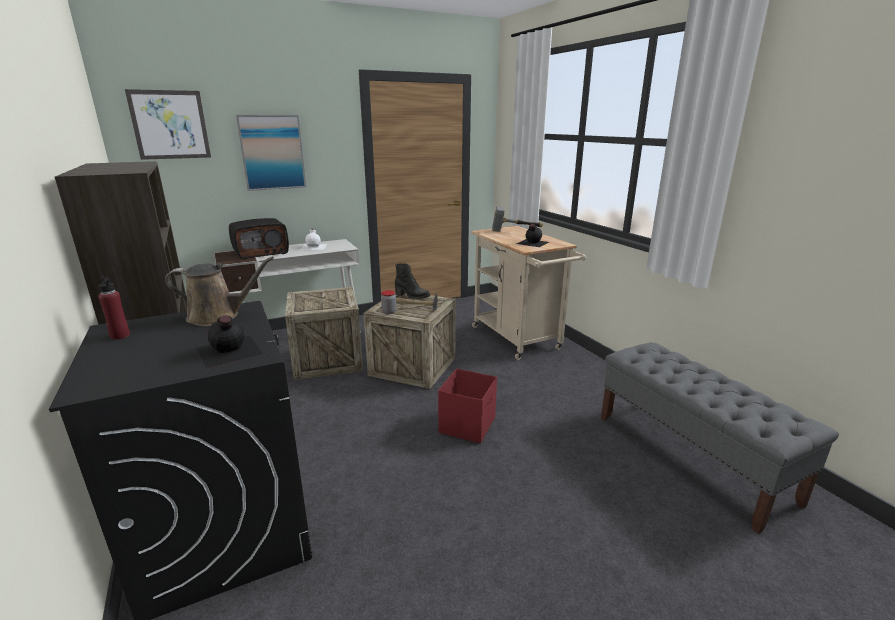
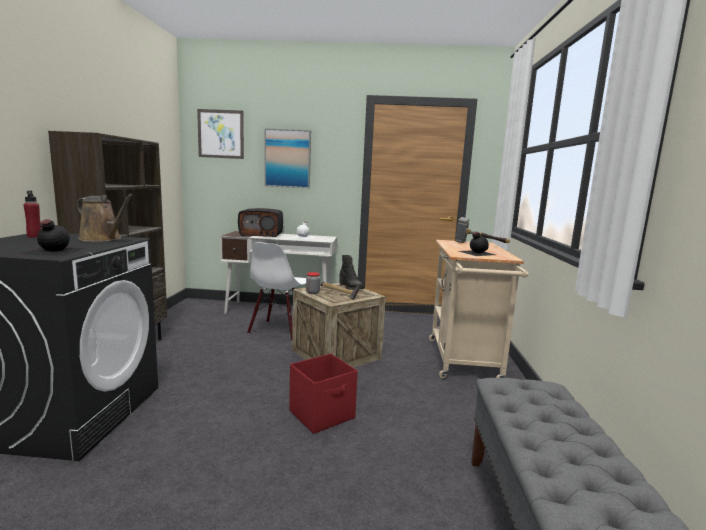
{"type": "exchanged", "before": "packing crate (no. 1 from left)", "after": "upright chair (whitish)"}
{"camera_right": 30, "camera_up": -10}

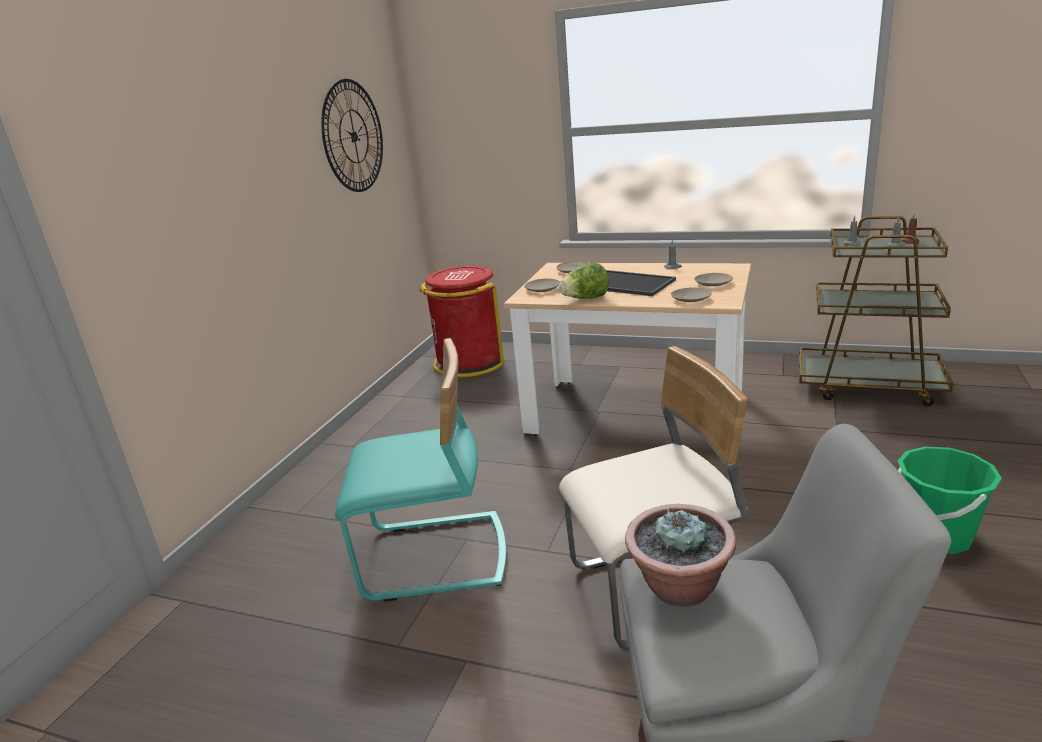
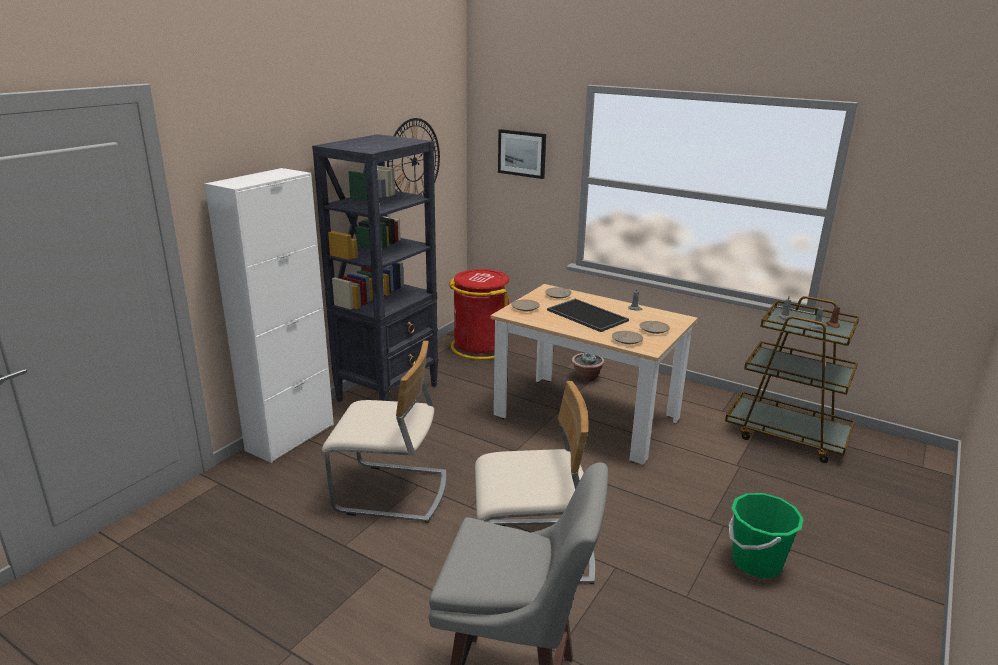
{"type": "appeared", "after": "cupboard (whitish)"}
{"type": "appeared", "after": "bookshelf (black)"}
{"type": "colour", "before": "upright chair (turquoise)", "after": "upright chair (beige-coloured) (no. 1 from left)"}
{"type": "appeared", "after": "wall art"}
{"type": "relocated", "before": "potted plant"}
{"type": "missing", "before": "lettuce"}
{"camera_right": 10, "camera_up": 0}

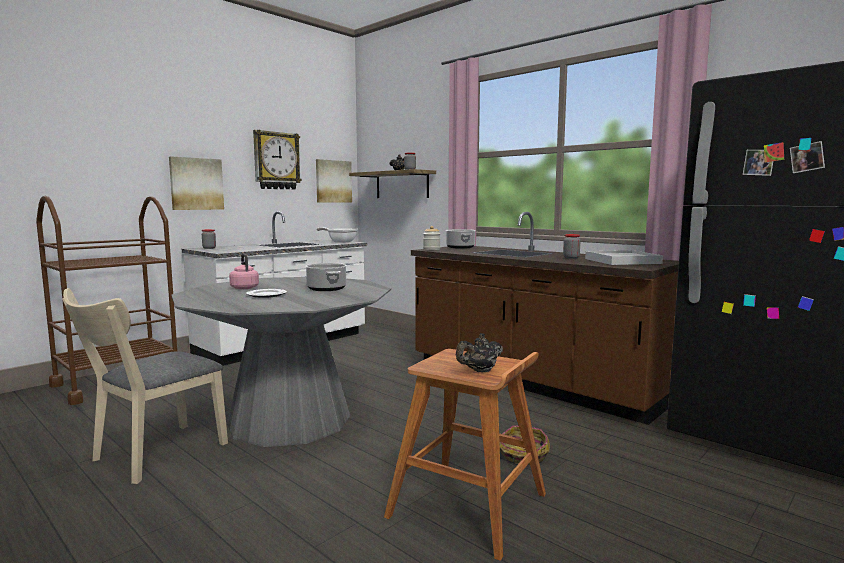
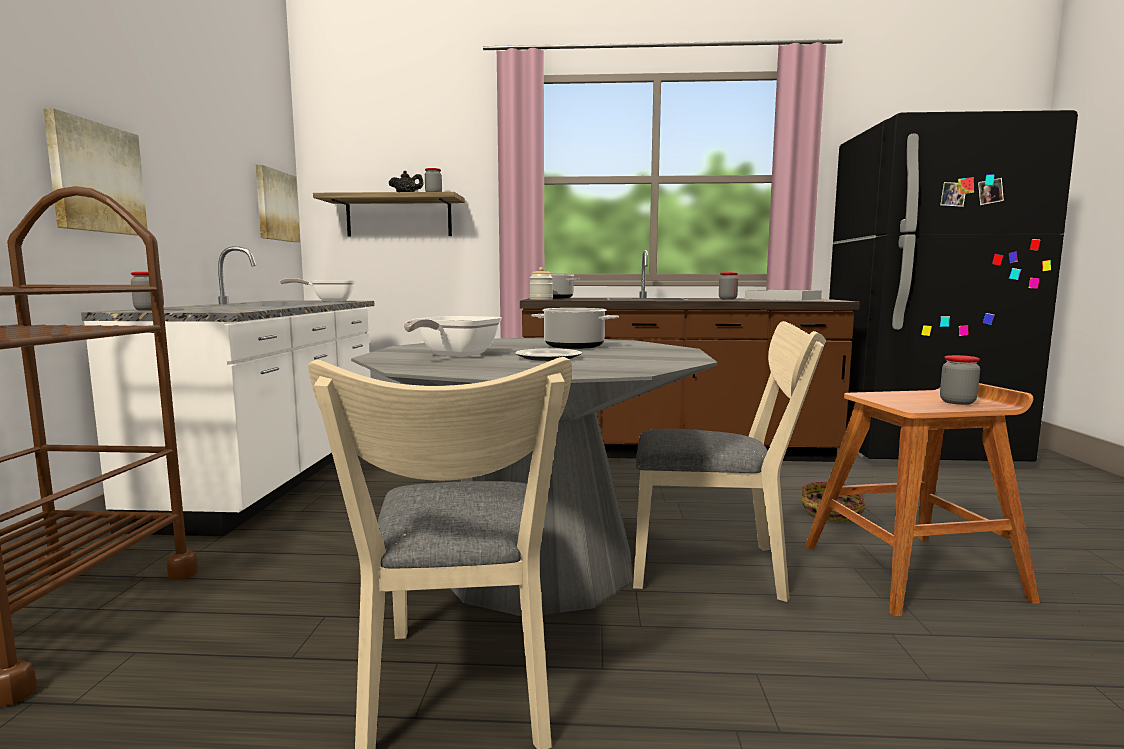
{"type": "exchanged", "before": "tea kettle (pinkish)", "after": "pan (no. 2 from left)"}
{"type": "appeared", "after": "upright chair (beige-coloured) (no. 2 from left)"}
{"type": "exchanged", "before": "tea pot (black) (no. 2 from left)", "after": "preserve jar (no. 5 from left)"}
{"type": "missing", "before": "wall clock"}
{"camera_right": -40, "camera_up": 0}

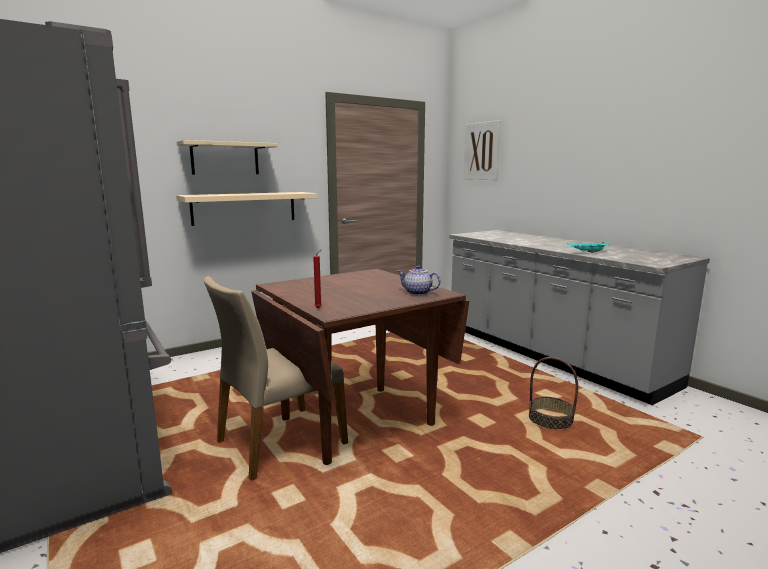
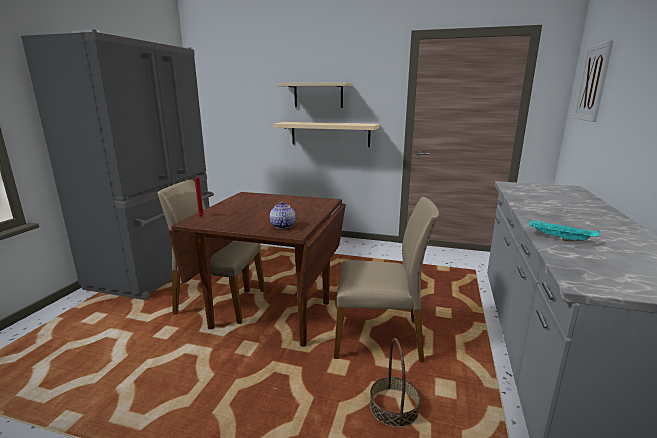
{"type": "appeared", "after": "upright chair (beige-coloured) (no. 2 from left)"}
{"camera_right": 50, "camera_up": 5}

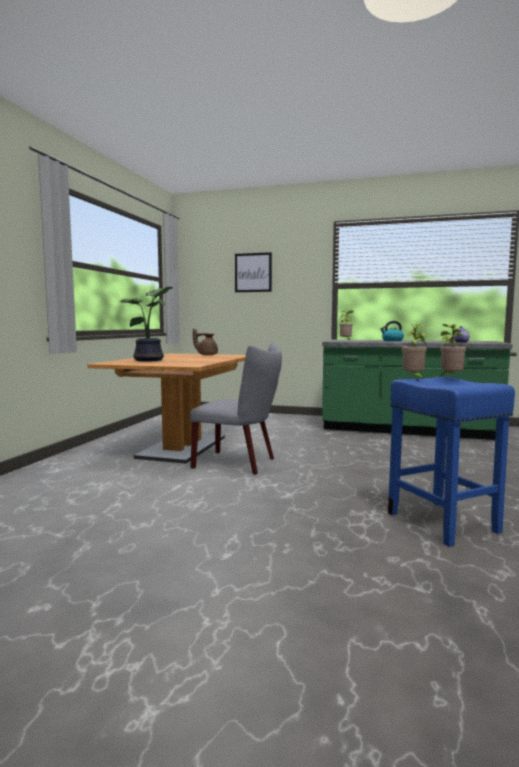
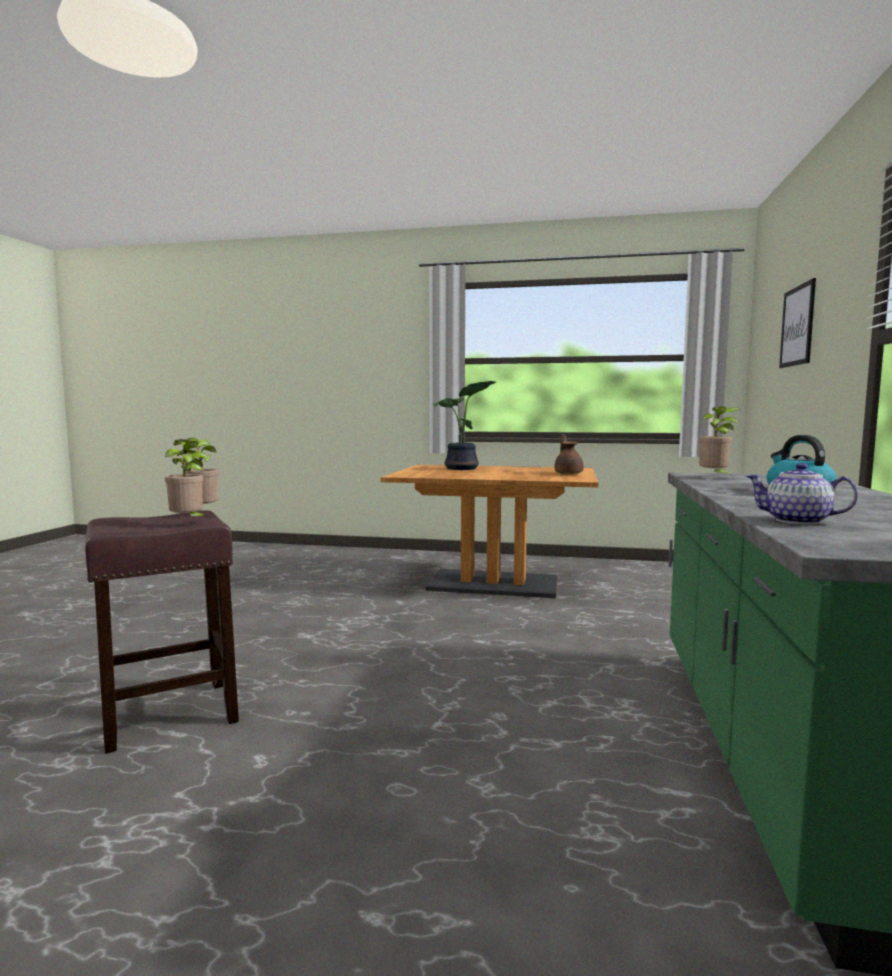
{"type": "colour", "before": "stool seat (blue-coloured)", "after": "stool seat (brown)"}
{"type": "missing", "before": "upright chair (grey)"}
{"camera_right": 85, "camera_up": 0}

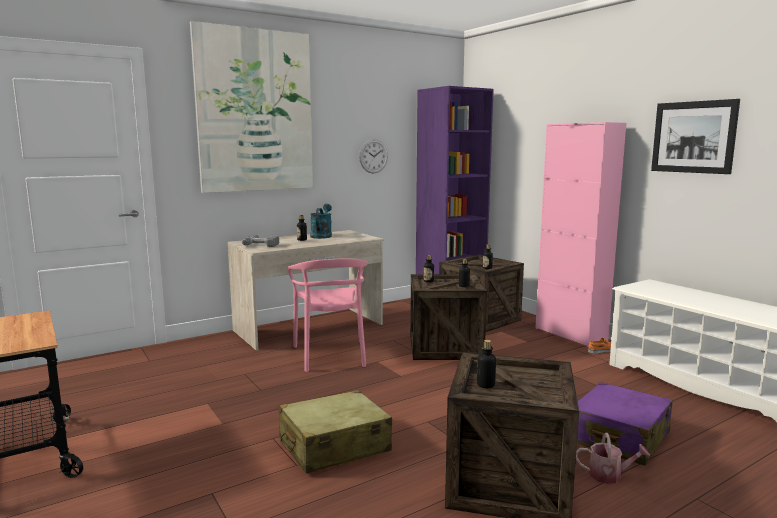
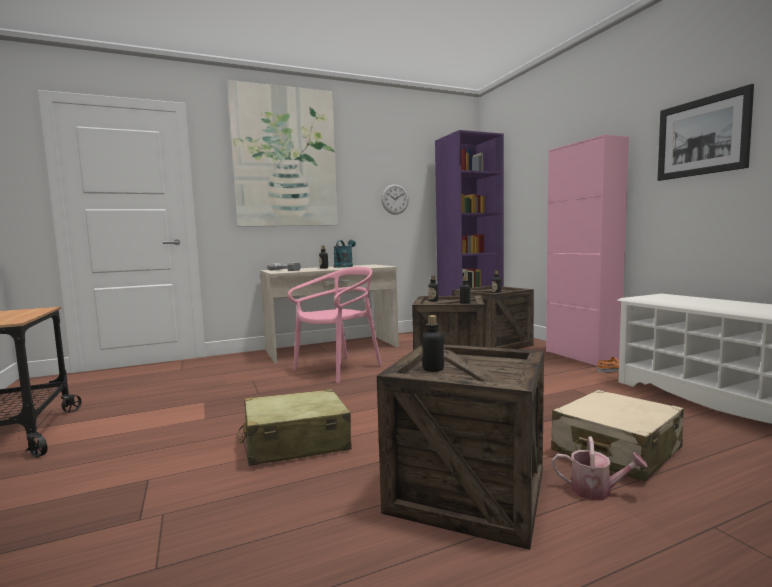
{"type": "spun", "before": "upright chair (pinkish)", "turn": -135}
{"type": "colour", "before": "travel case (purplish)", "after": "travel case (beige-coloured) (no. 2 from left)"}
{"camera_right": 10, "camera_up": -5}

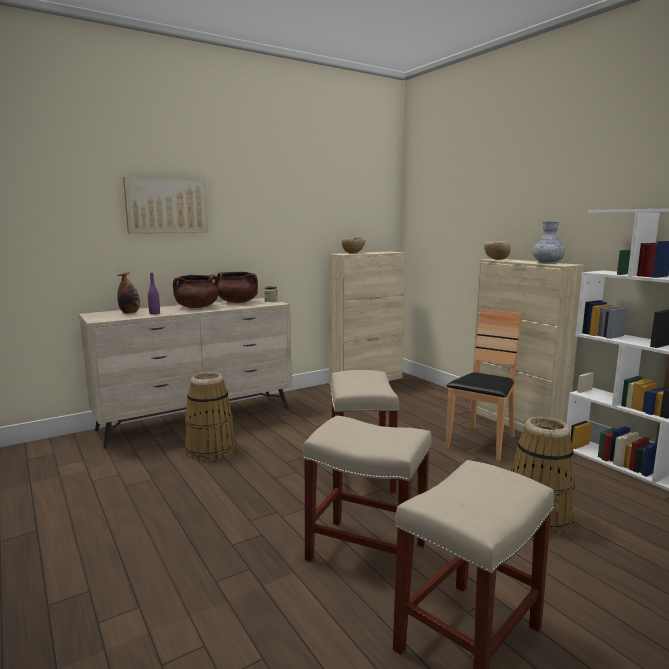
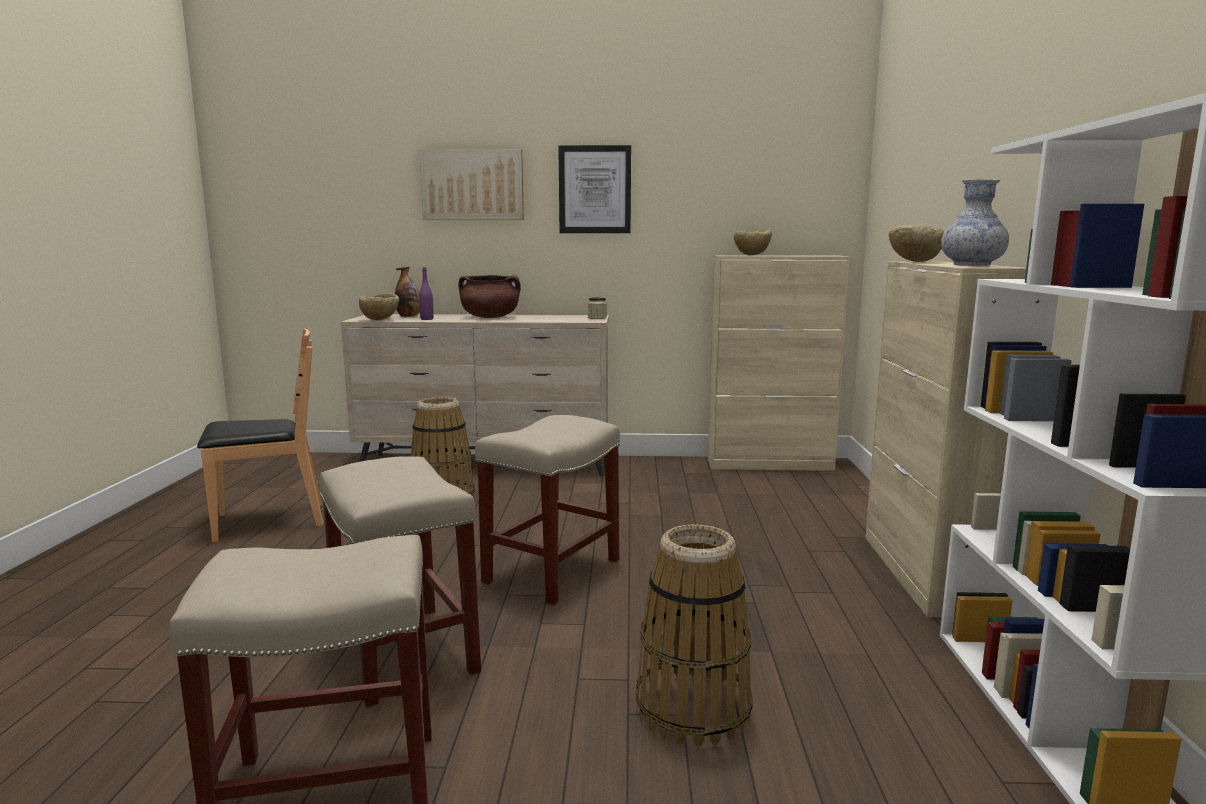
{"type": "relocated", "before": "upright chair (brown)"}
{"type": "appeared", "after": "serving bowl (beige-coloured) (no. 1 from left)"}
{"type": "appeared", "after": "wall art (no. 2 from left)"}
{"type": "missing", "before": "saucepot (brown) (no. 2 from left)"}
{"camera_right": 35, "camera_up": 0}

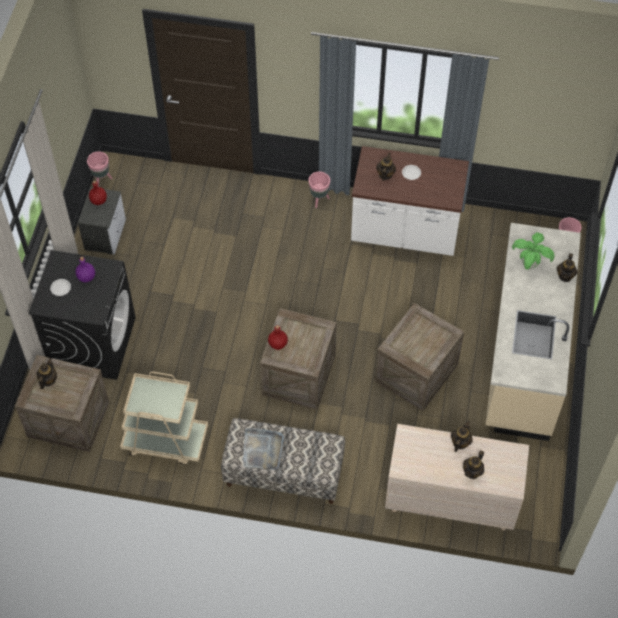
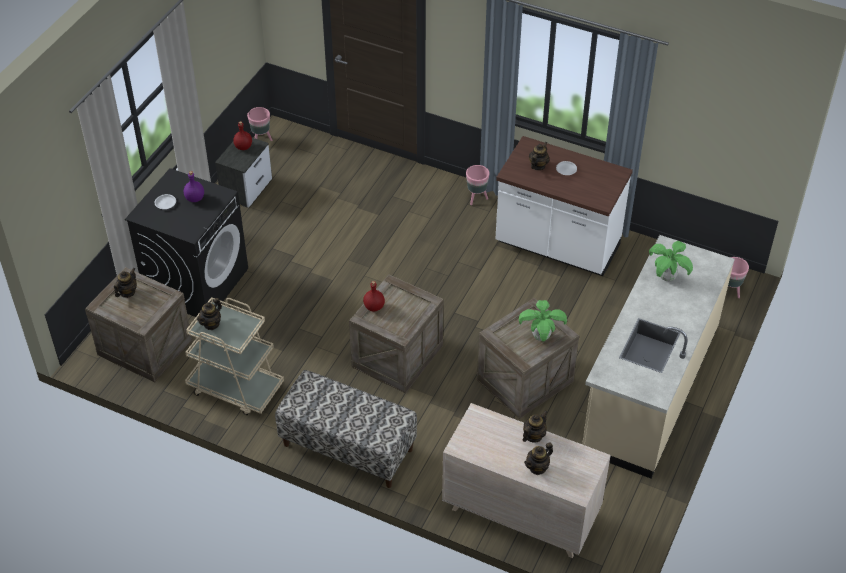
{"type": "relocated", "before": "tea pot (no. 5 from left in the first image)", "after": "tea pot (no. 2 from left)"}
{"type": "appeared", "after": "potted plant (no. 1 from left)"}
{"type": "missing", "before": "tray (grey)"}
{"camera_right": 15, "camera_up": -10}

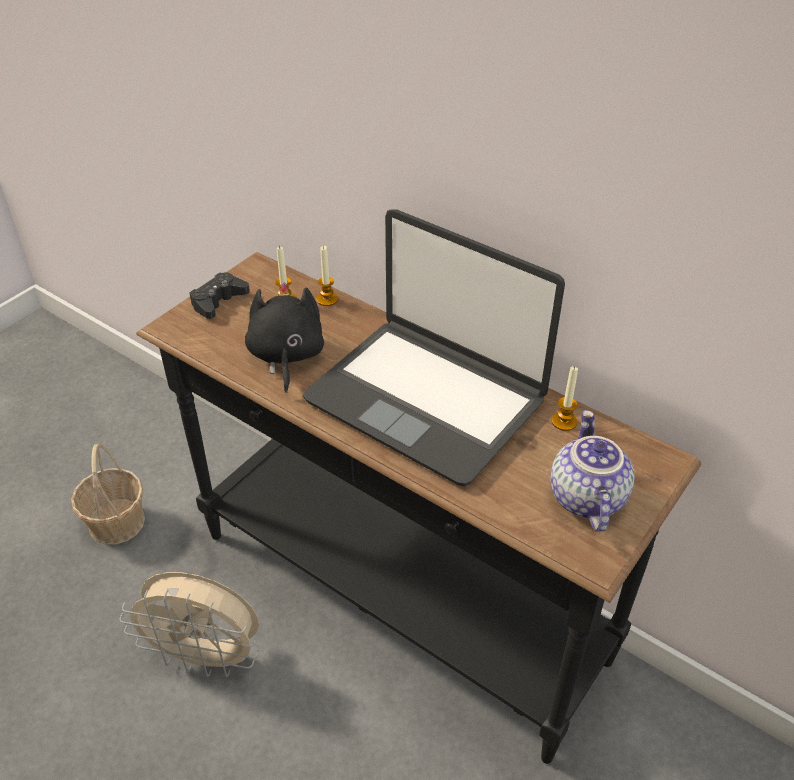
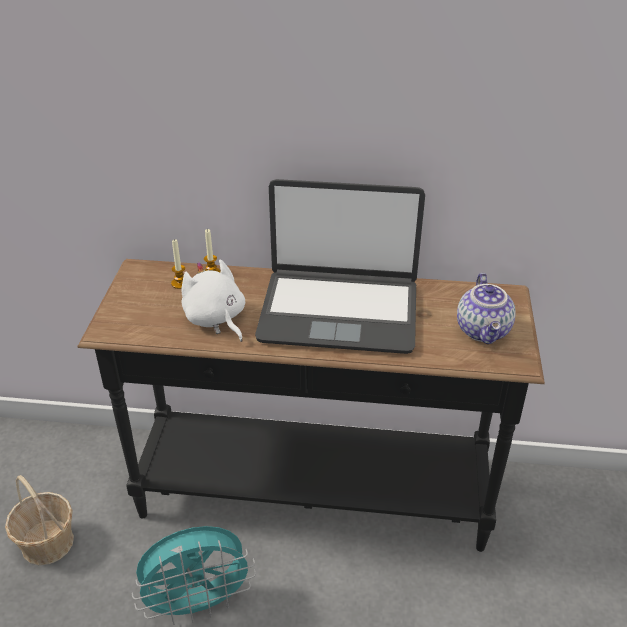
{"type": "colour", "before": "fan (beige-coloured)", "after": "fan (turquoise)"}
{"type": "colour", "before": "plush toy (black)", "after": "plush toy (whitish)"}
{"type": "spun", "before": "tea pot", "turn": -150}
{"type": "missing", "before": "gamepad (black)"}
{"type": "missing", "before": "wax light (no. 3 from left)"}
{"camera_right": -30, "camera_up": -5}

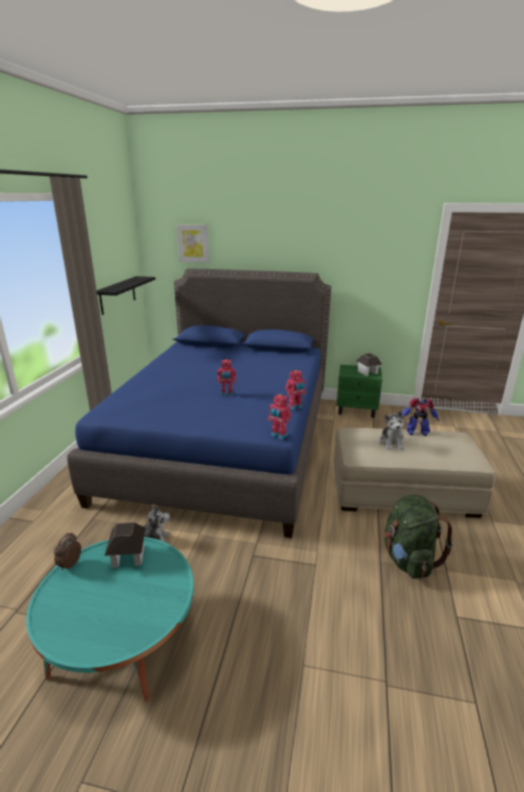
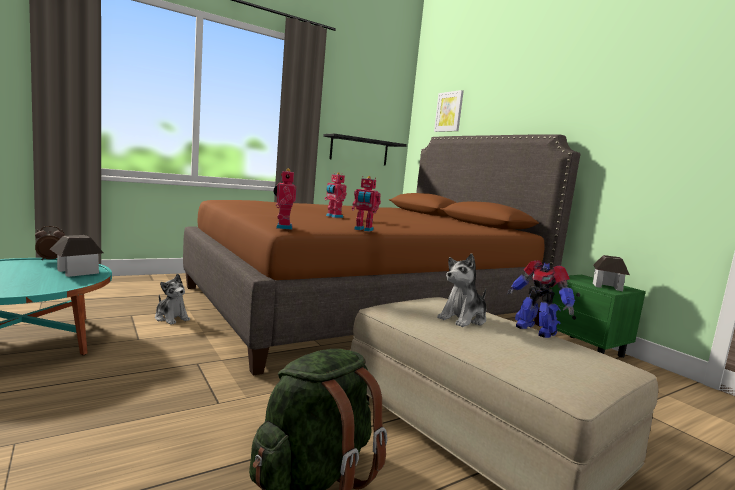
{"type": "colour", "before": "bedroom bed (blue-coloured)", "after": "bedroom bed (brown)"}
{"camera_right": 45, "camera_up": -15}

